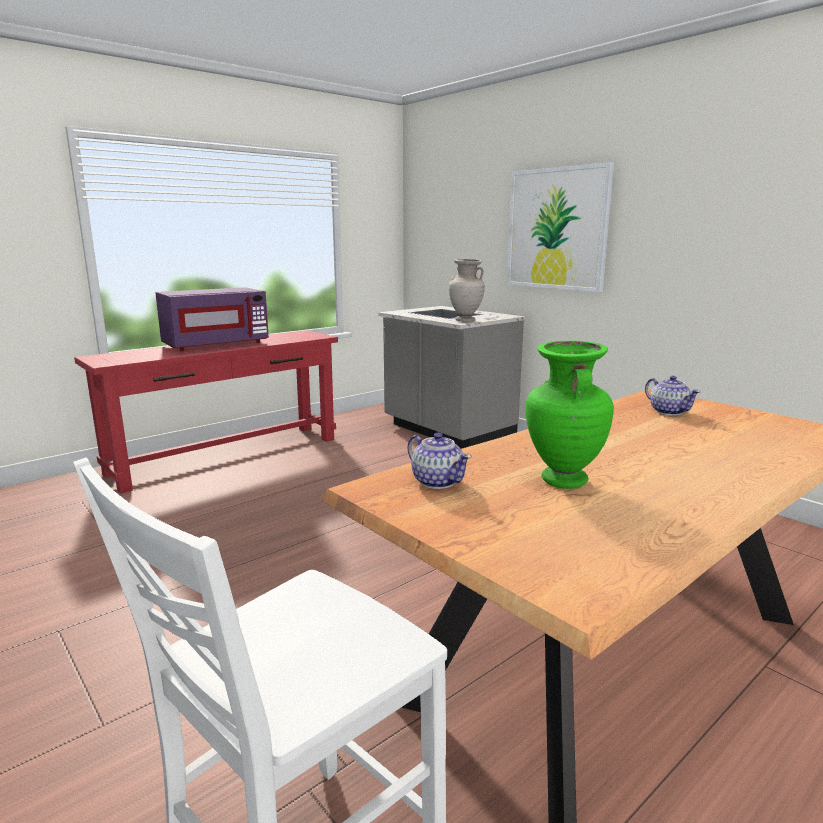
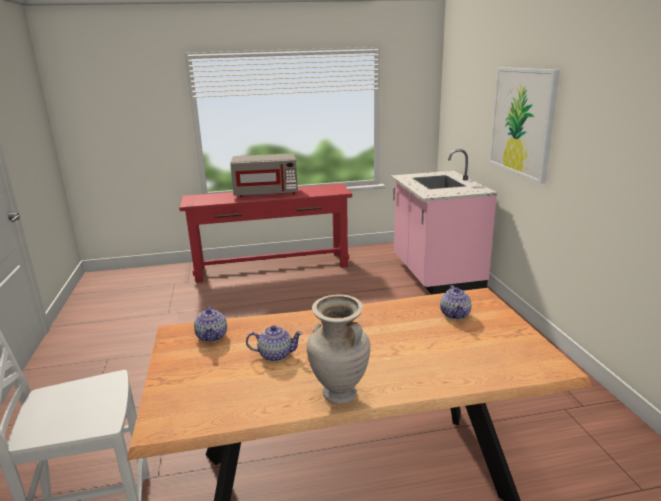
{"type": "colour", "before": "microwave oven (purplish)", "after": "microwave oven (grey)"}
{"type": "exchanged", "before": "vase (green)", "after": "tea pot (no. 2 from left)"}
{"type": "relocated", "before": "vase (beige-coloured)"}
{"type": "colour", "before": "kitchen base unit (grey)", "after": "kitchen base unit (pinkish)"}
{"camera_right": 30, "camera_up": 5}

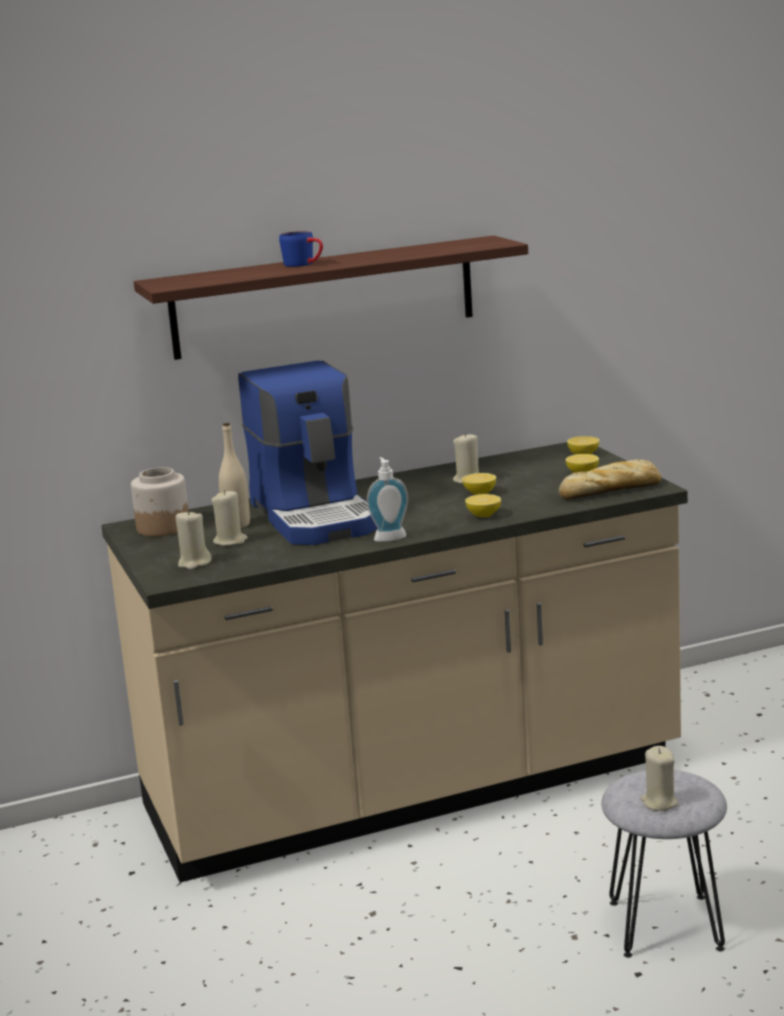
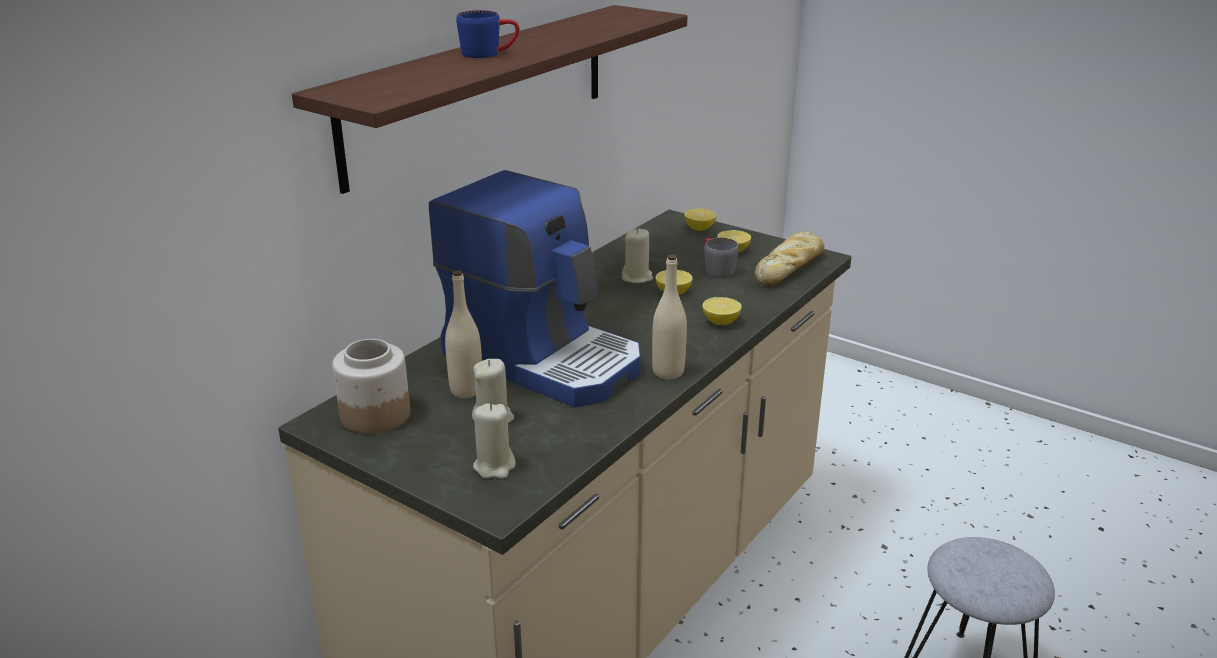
{"type": "exchanged", "before": "liquid soap bottle", "after": "drink bottle (beige-coloured) (no. 2 from left)"}
{"type": "appeared", "after": "coffee mug (grey)"}
{"type": "missing", "before": "wax light (beige-coloured) (no. 4 from left)"}
{"camera_right": -35, "camera_up": 10}

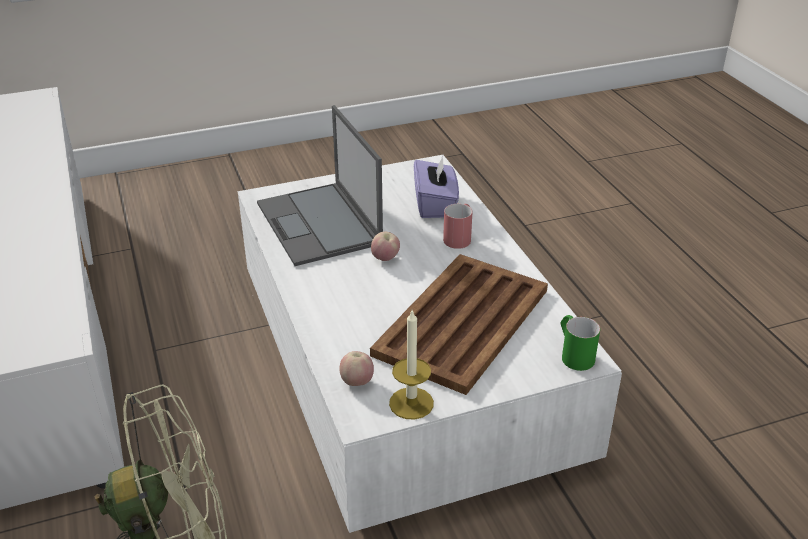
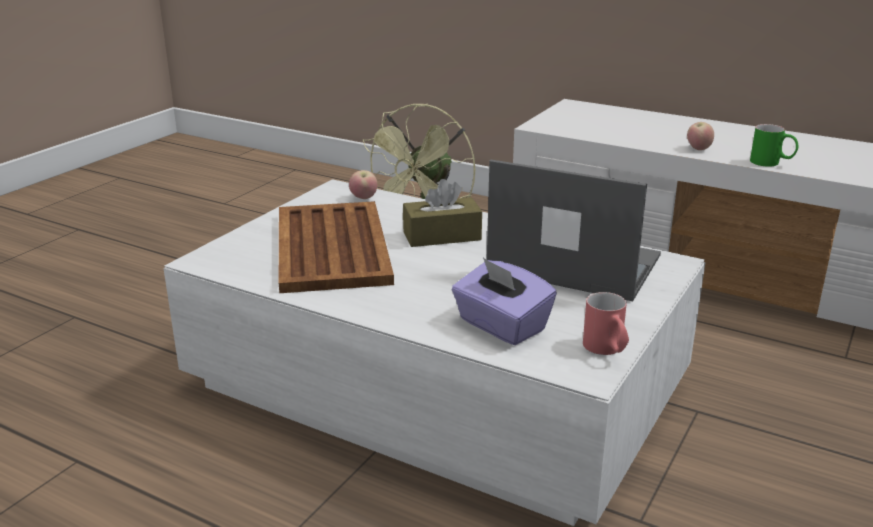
{"type": "appeared", "after": "tissue box (brown)"}
{"type": "relocated", "before": "coffee mug (red-coloured)"}
{"type": "relocated", "before": "apple (no. 2 from left)"}
{"type": "relocated", "before": "coffee mug (green)"}
{"type": "missing", "before": "wax light"}
{"camera_right": 140, "camera_up": -10}

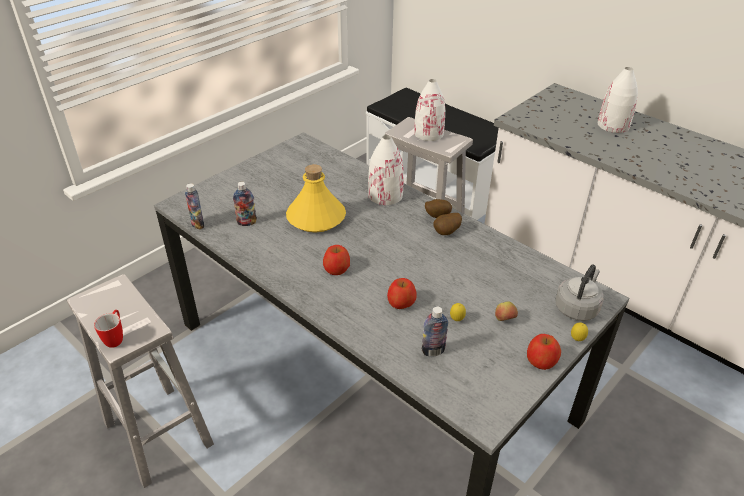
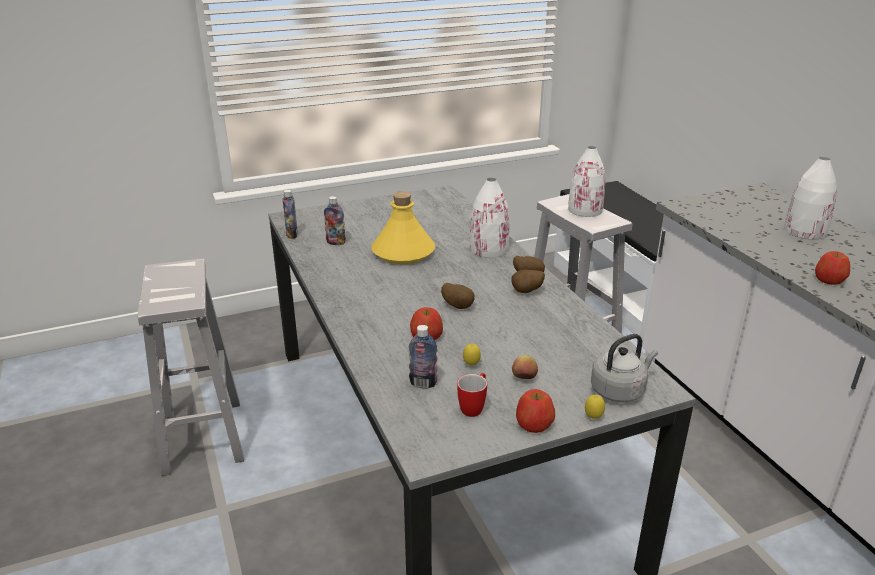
{"type": "appeared", "after": "potato (no. 1 from left)"}
{"type": "relocated", "before": "coffee mug"}
{"type": "relocated", "before": "apple (no. 1 from left in the first image)", "after": "apple (no. 4 from left)"}
{"camera_right": 25, "camera_up": -10}

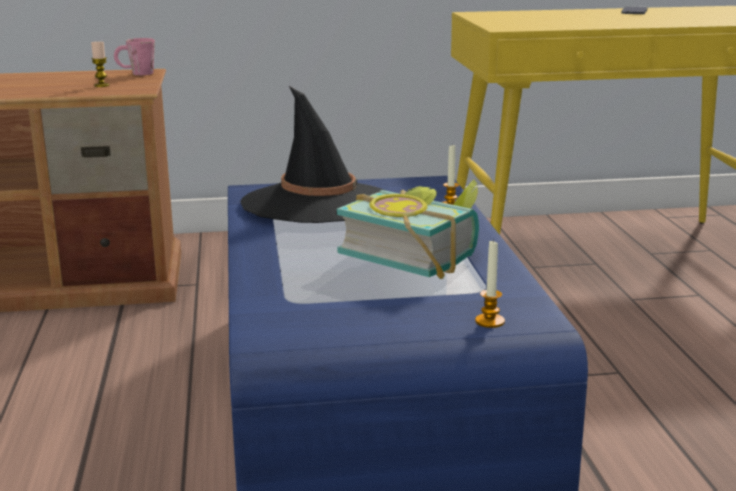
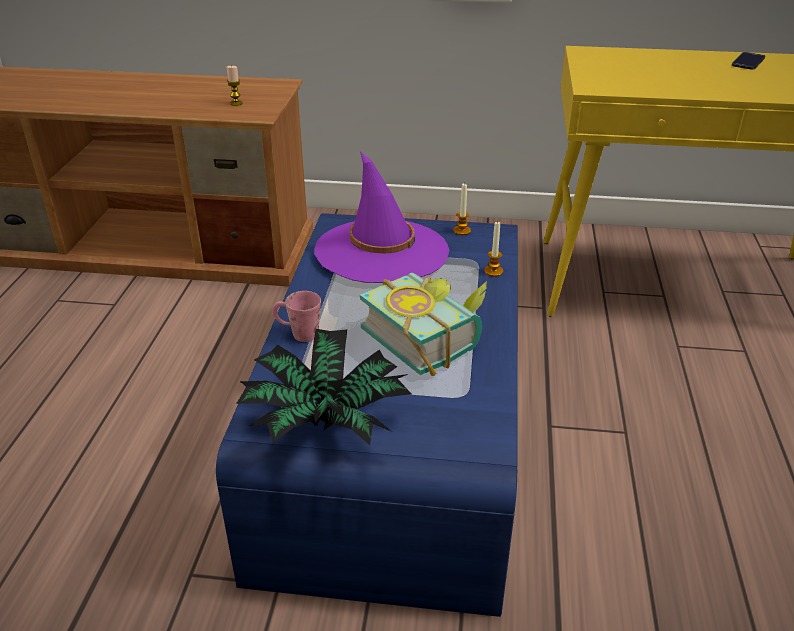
{"type": "appeared", "after": "potted plant"}
{"type": "relocated", "before": "coffee mug (pinkish)"}
{"type": "colour", "before": "wearable hat (black)", "after": "wearable hat (purplish)"}
{"type": "relocated", "before": "wax light (no. 3 from left in the first image)", "after": "wax light (no. 2 from left)"}
{"camera_right": 15, "camera_up": 15}

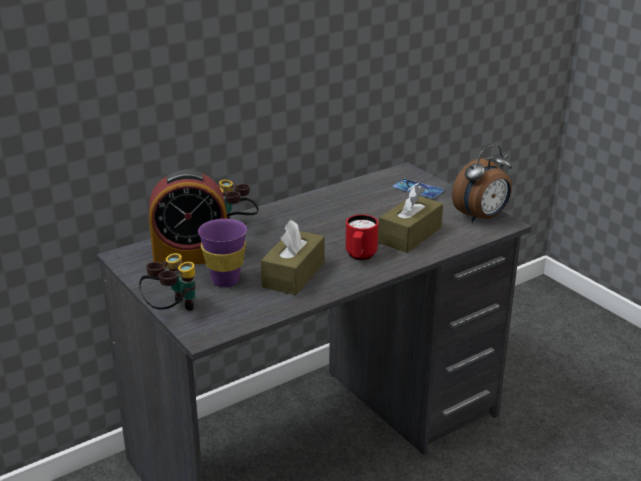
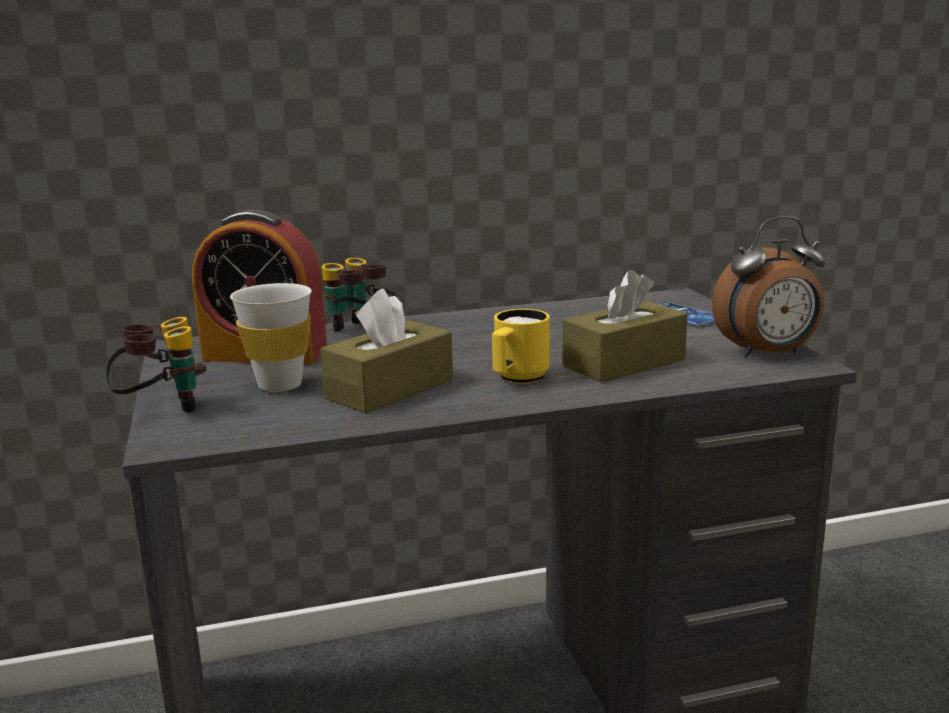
{"type": "colour", "before": "drinking cup (purplish)", "after": "drinking cup (whitish)"}
{"type": "colour", "before": "coffee mug (red-coloured)", "after": "coffee mug (yellow)"}
{"camera_right": 20, "camera_up": -10}

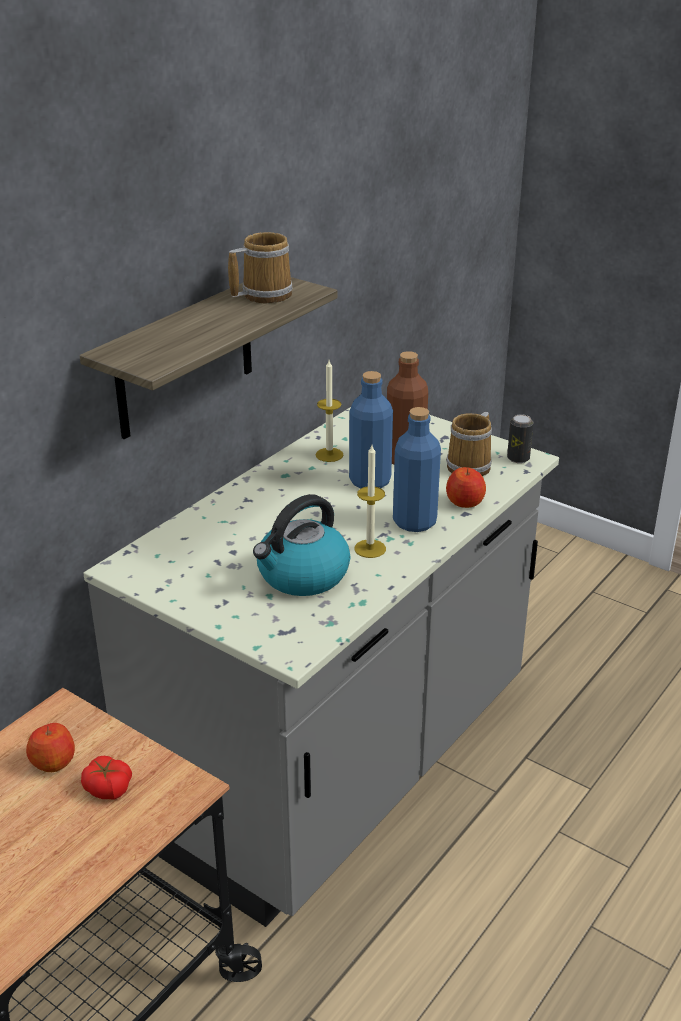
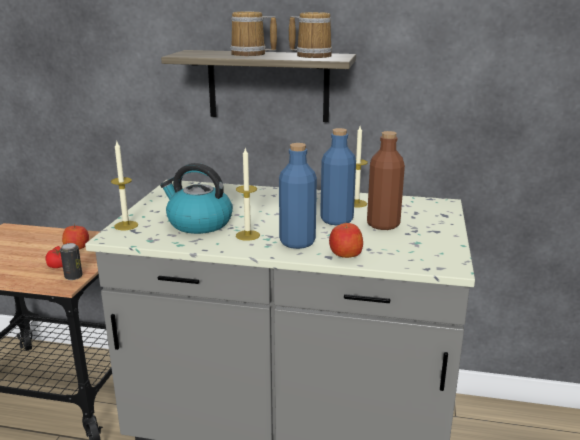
{"type": "relocated", "before": "sealed can"}
{"type": "appeared", "after": "wax light (no. 1 from left)"}
{"type": "relocated", "before": "coffee mug (no. 2 from left in the first image)", "after": "coffee mug (no. 1 from left)"}
{"camera_right": 65, "camera_up": -10}

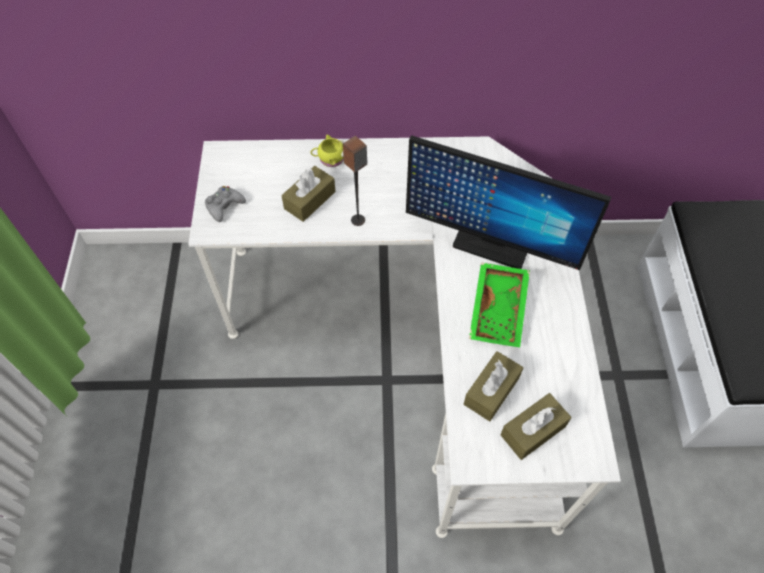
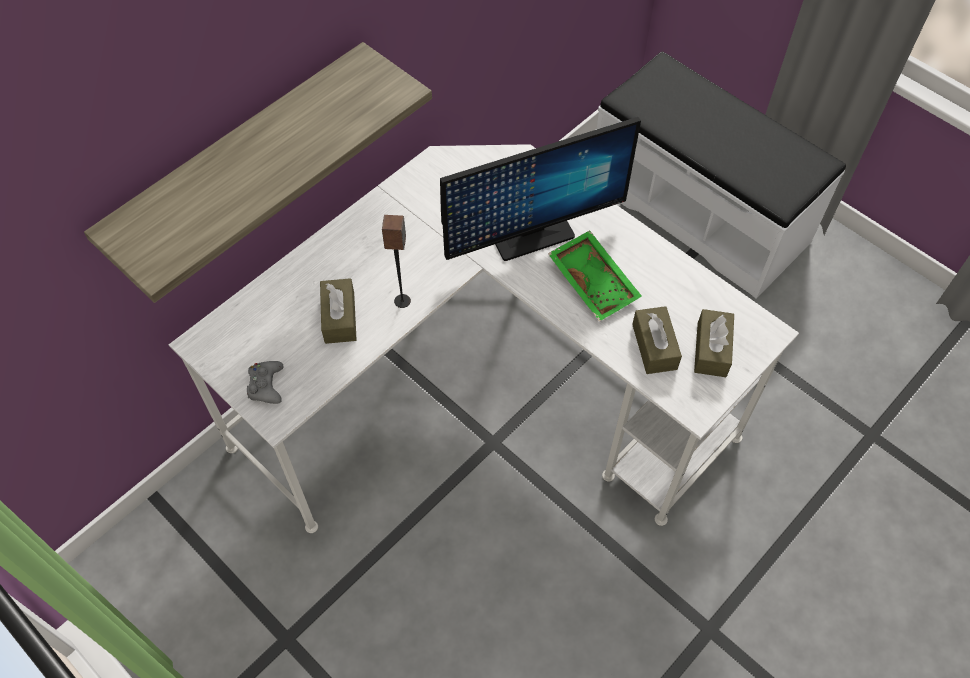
{"type": "appeared", "after": "shelf"}
{"type": "missing", "before": "coffee mug (yellow)"}
{"camera_right": -45, "camera_up": 0}

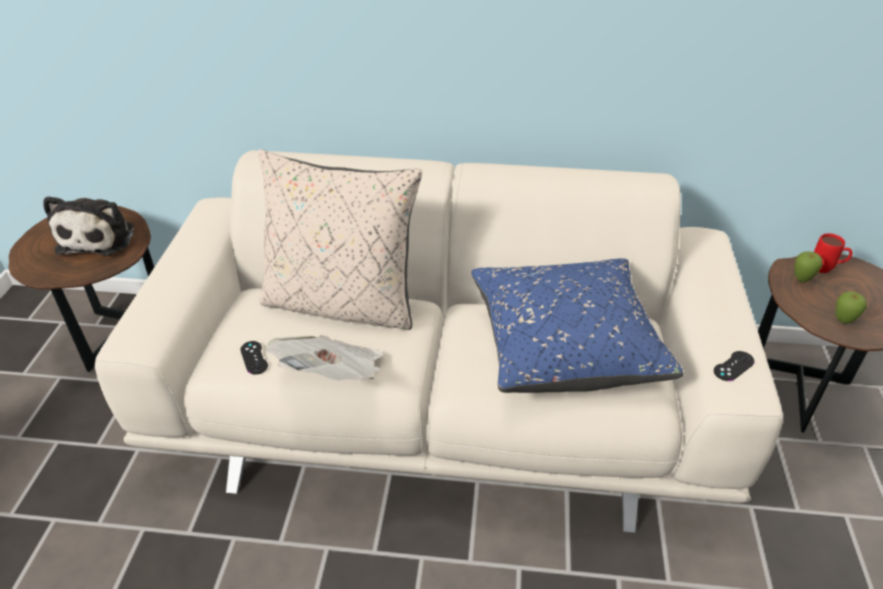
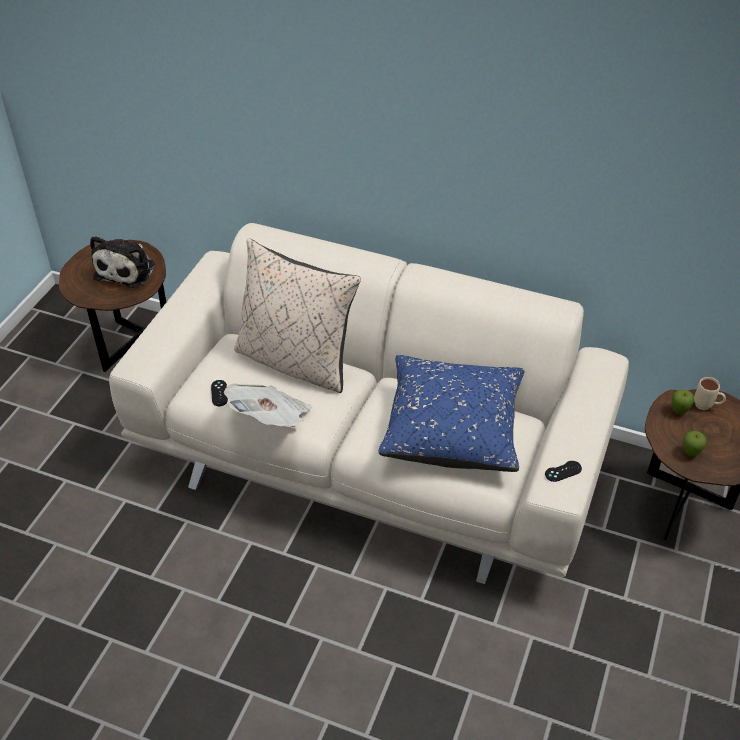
{"type": "colour", "before": "coffee mug (red-coloured)", "after": "coffee mug (beige-coloured)"}
{"camera_right": 15, "camera_up": 5}

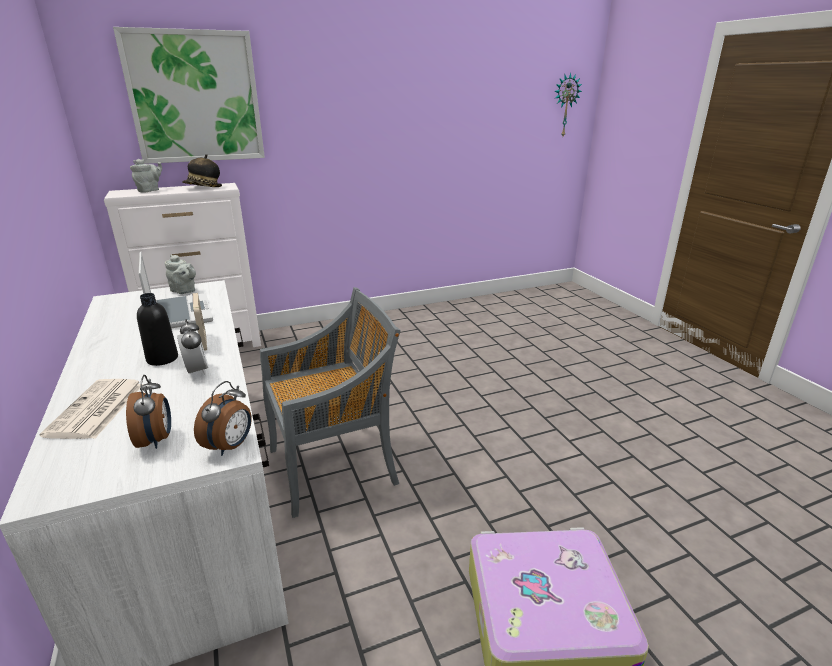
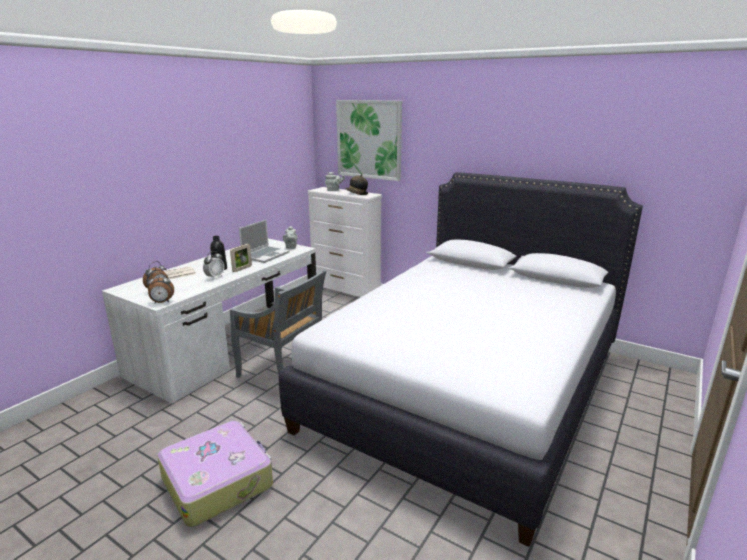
{"type": "appeared", "after": "bedroom bed (whitish)"}
{"type": "missing", "before": "wall clock"}
{"camera_right": 55, "camera_up": -5}

